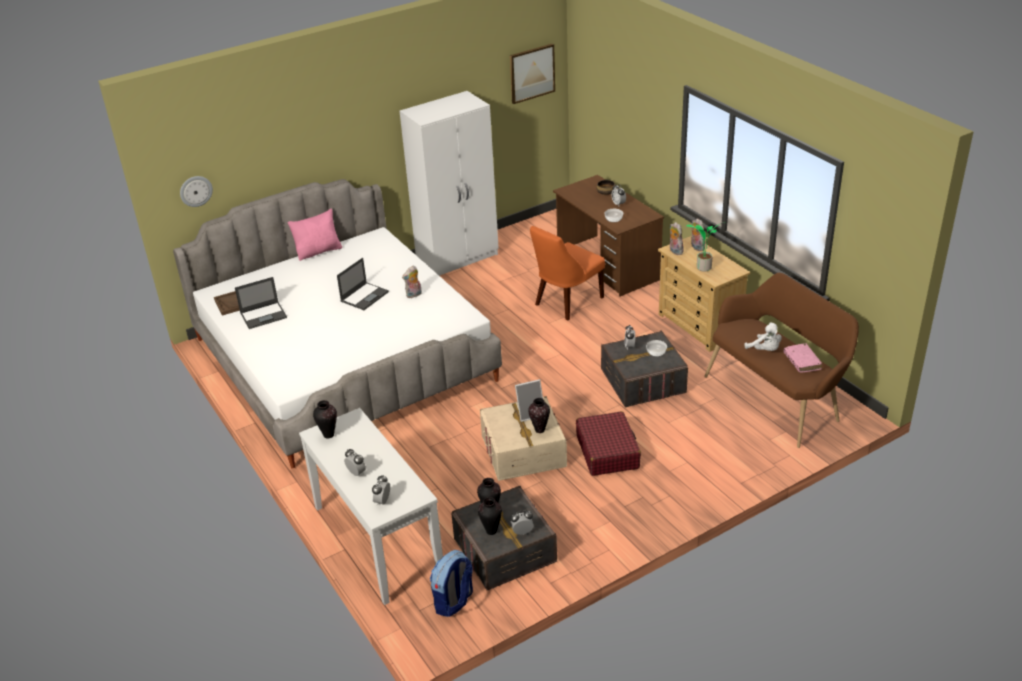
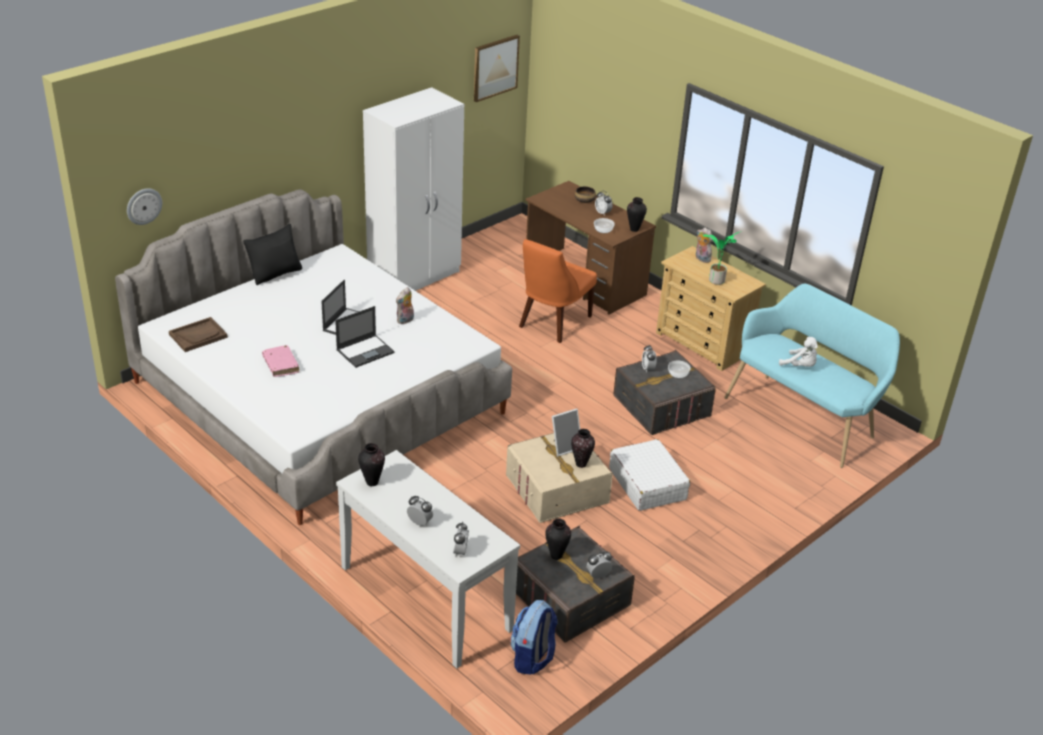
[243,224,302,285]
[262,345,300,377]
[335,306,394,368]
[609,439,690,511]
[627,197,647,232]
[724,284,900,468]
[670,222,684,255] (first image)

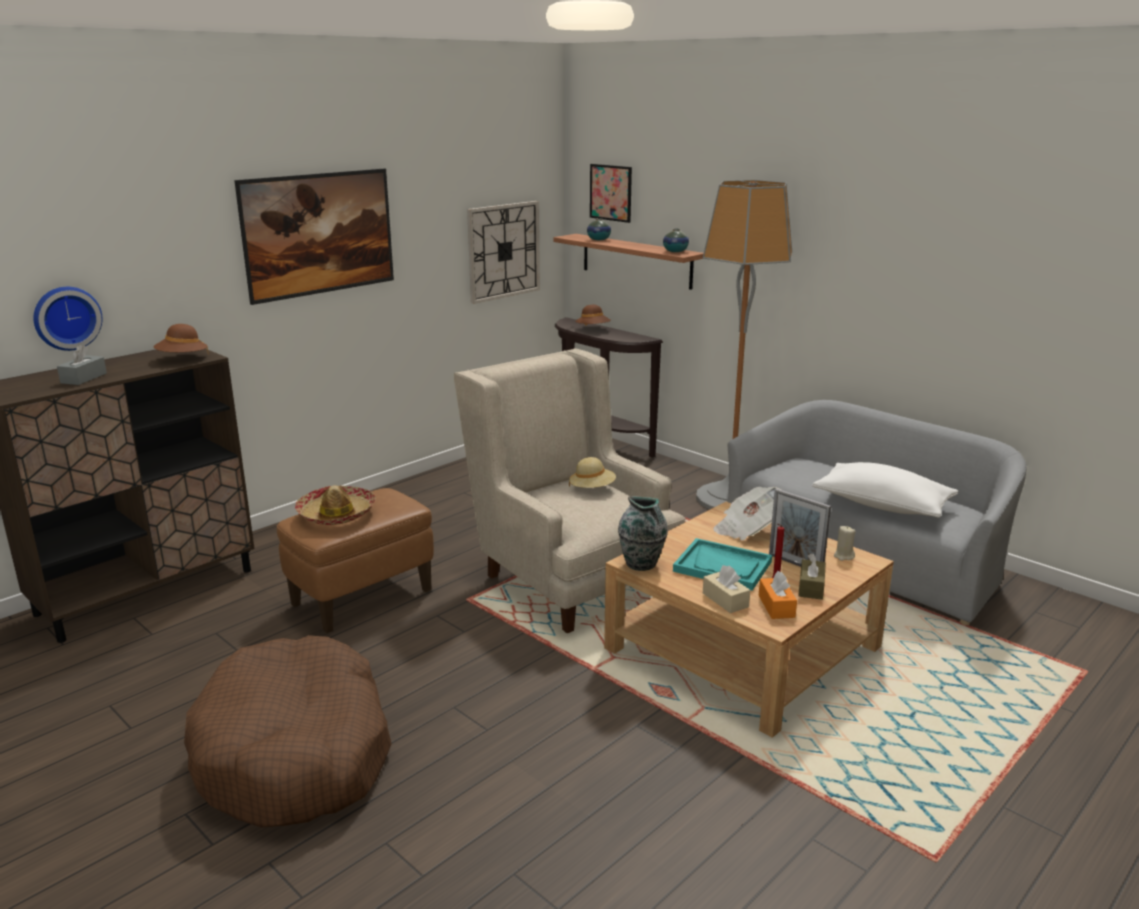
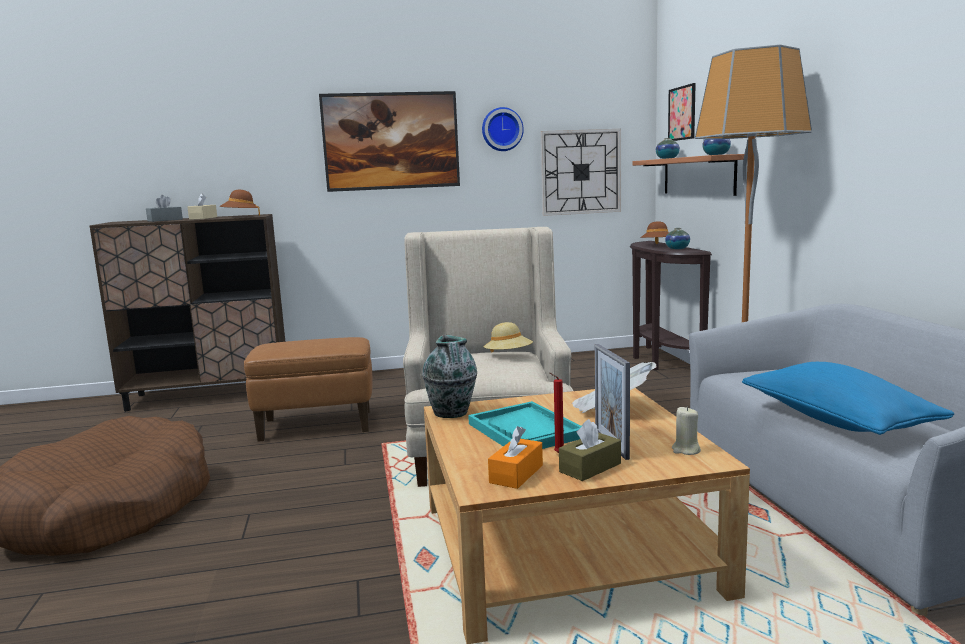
[188,193,217,220]
[482,107,524,151]
[665,228,690,249]
[742,362,955,435]
[295,485,376,525] (first image)

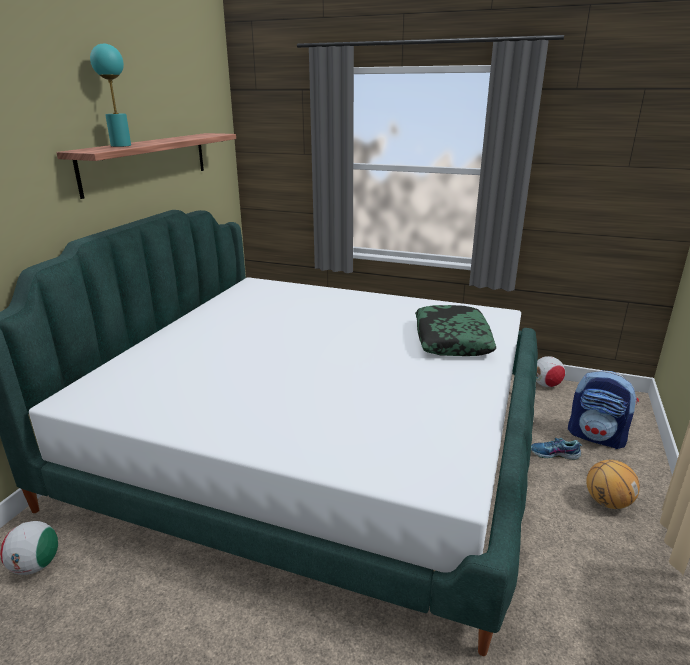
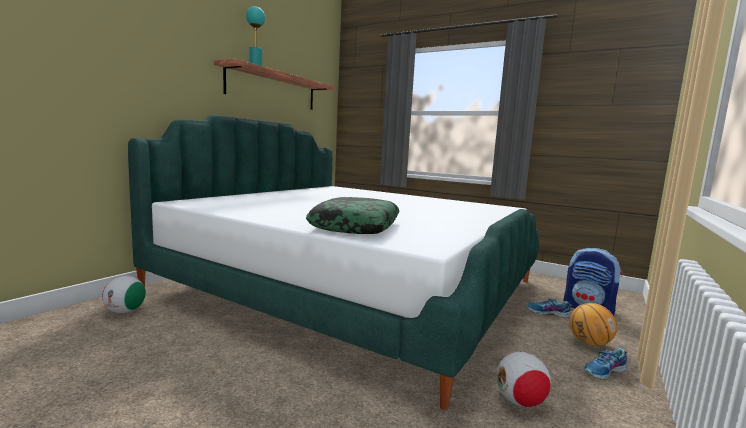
[306,197,399,234]
[496,352,551,407]
[584,348,627,380]

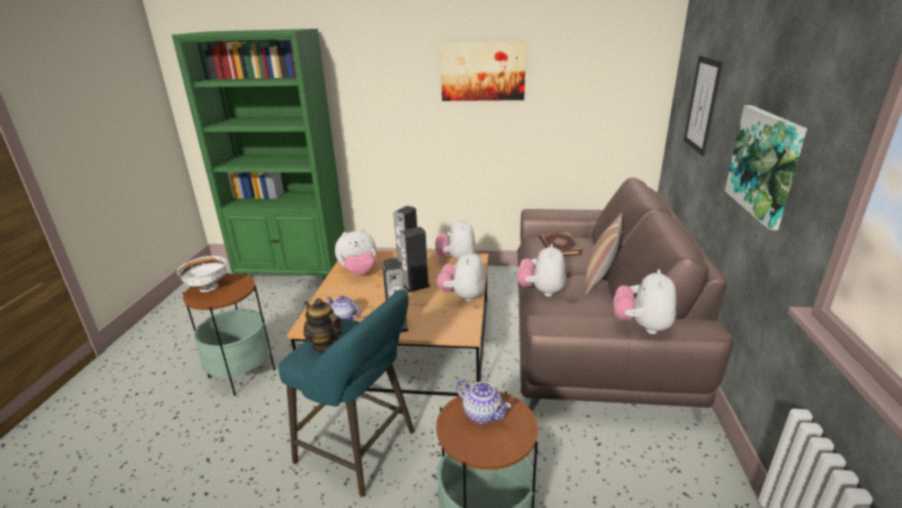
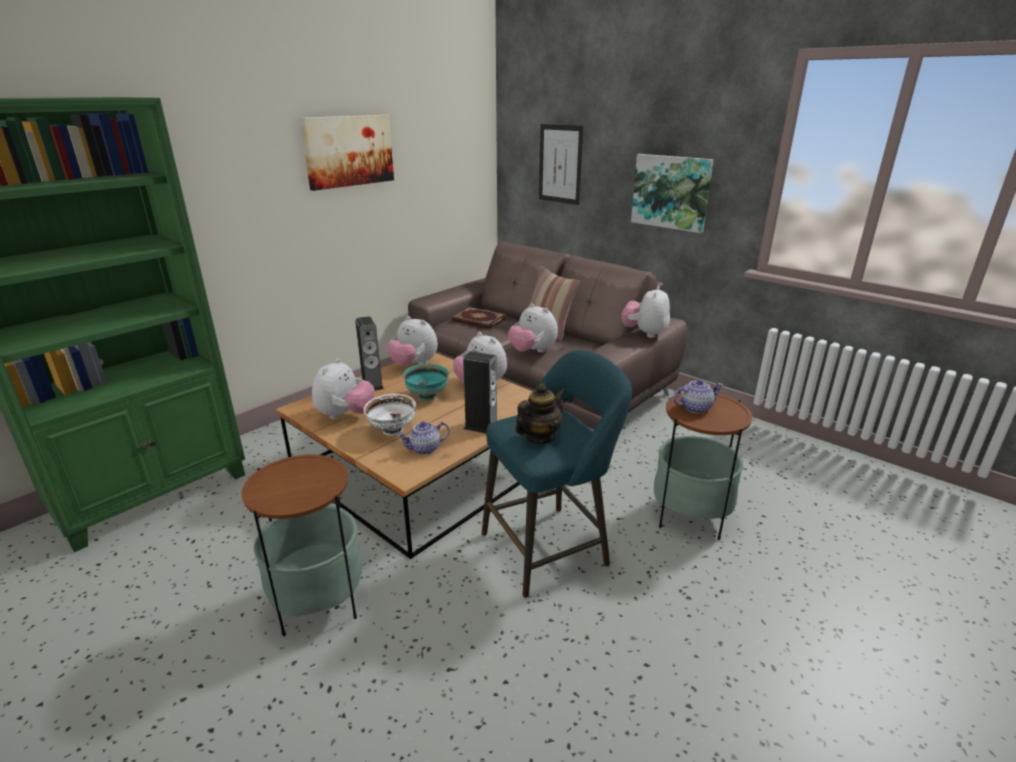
[364,394,416,436]
[403,364,449,401]
[515,384,566,444]
[621,286,670,338]

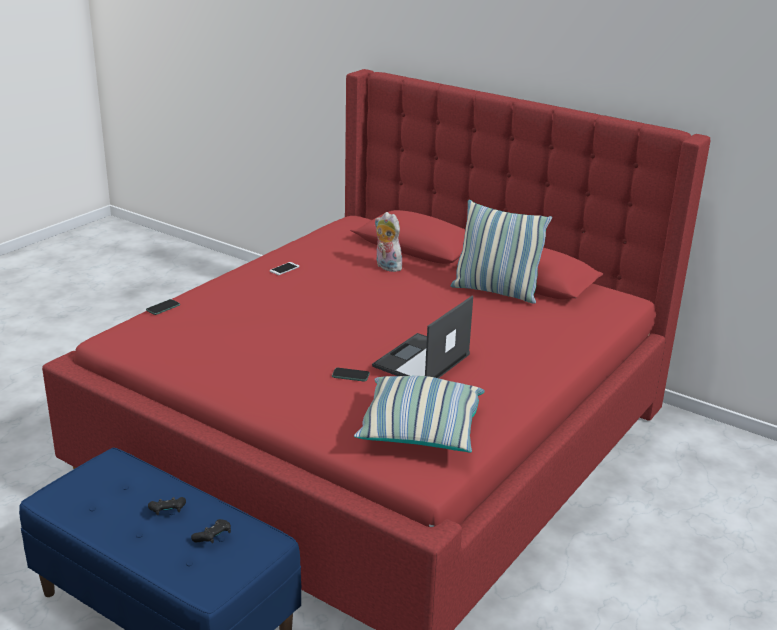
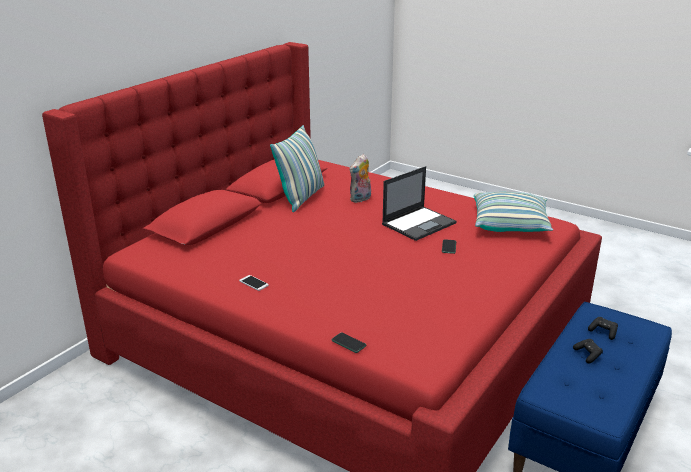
[350,154,371,203]
[382,166,456,241]

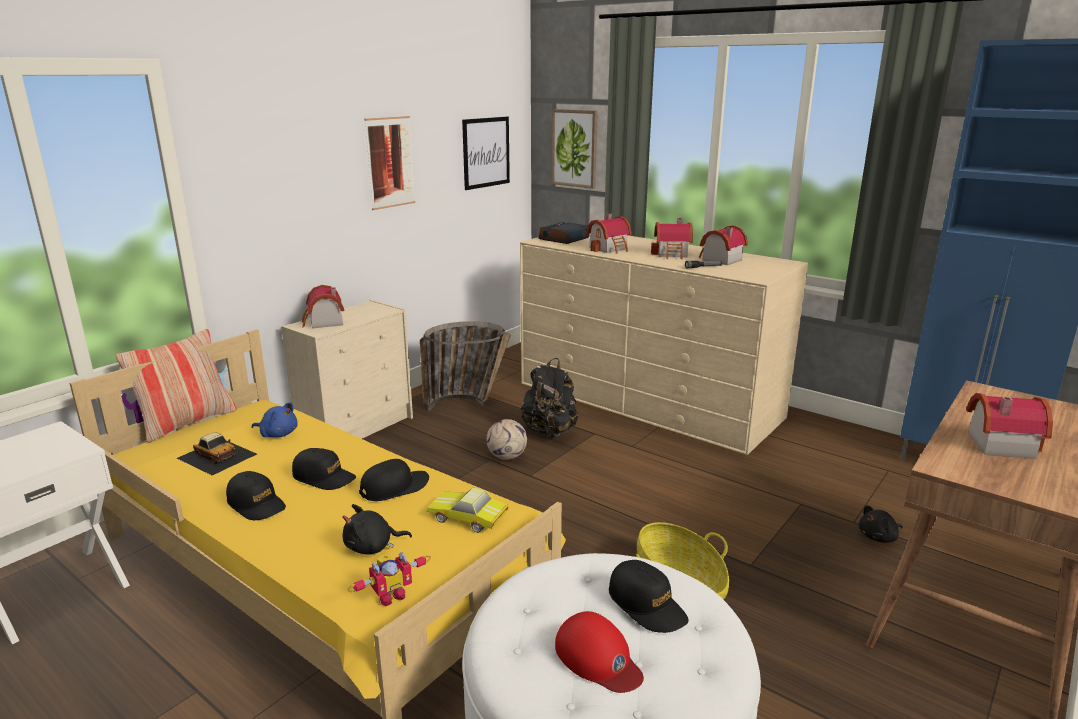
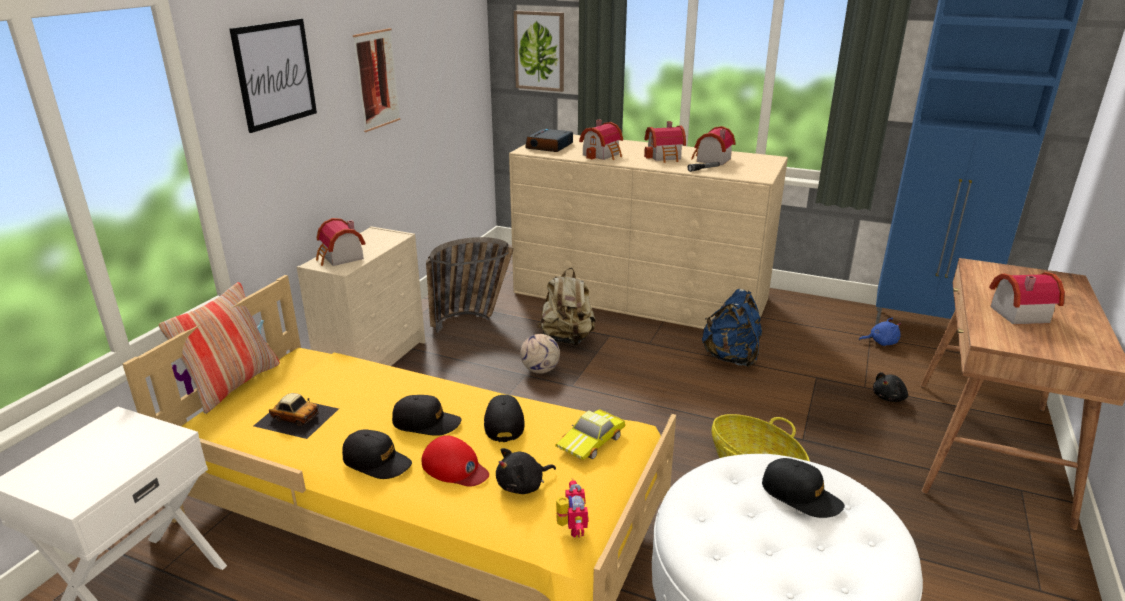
[229,18,317,133]
[422,435,489,487]
[484,395,525,442]
[537,268,596,346]
[555,409,625,460]
[556,478,589,538]
[702,289,762,368]
[859,317,901,346]

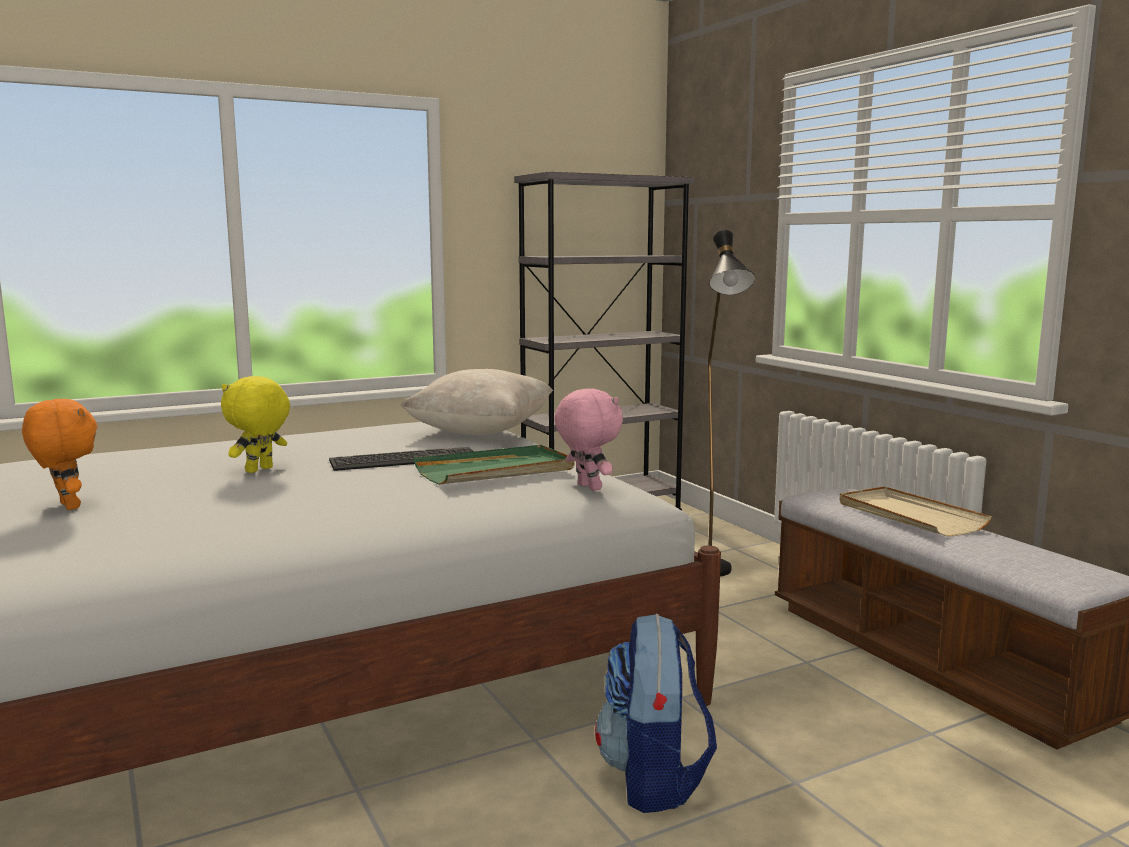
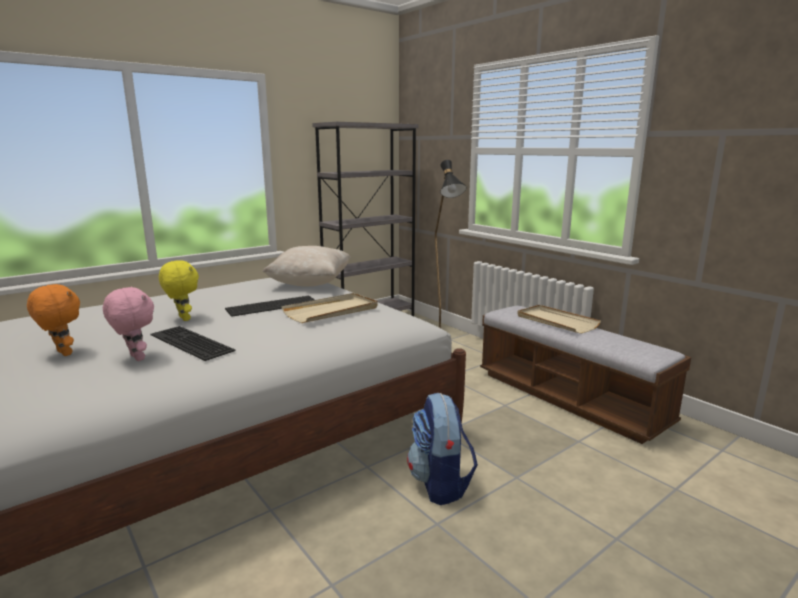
[103,287,154,361]
[150,326,235,361]
[159,260,199,321]
[281,293,378,323]

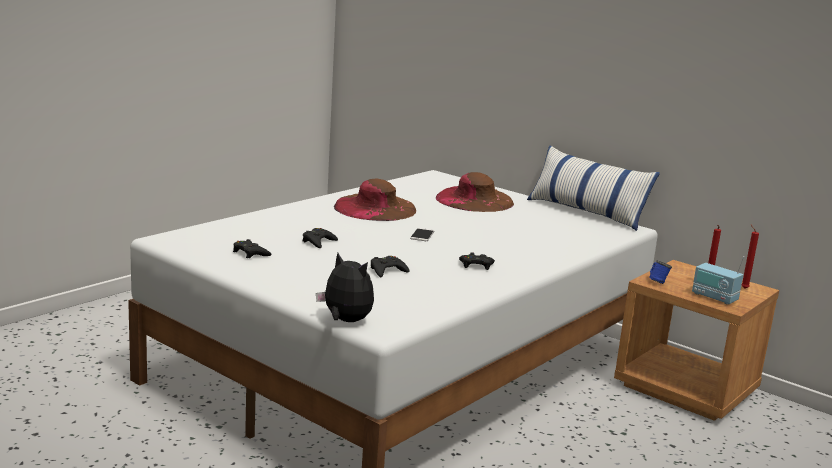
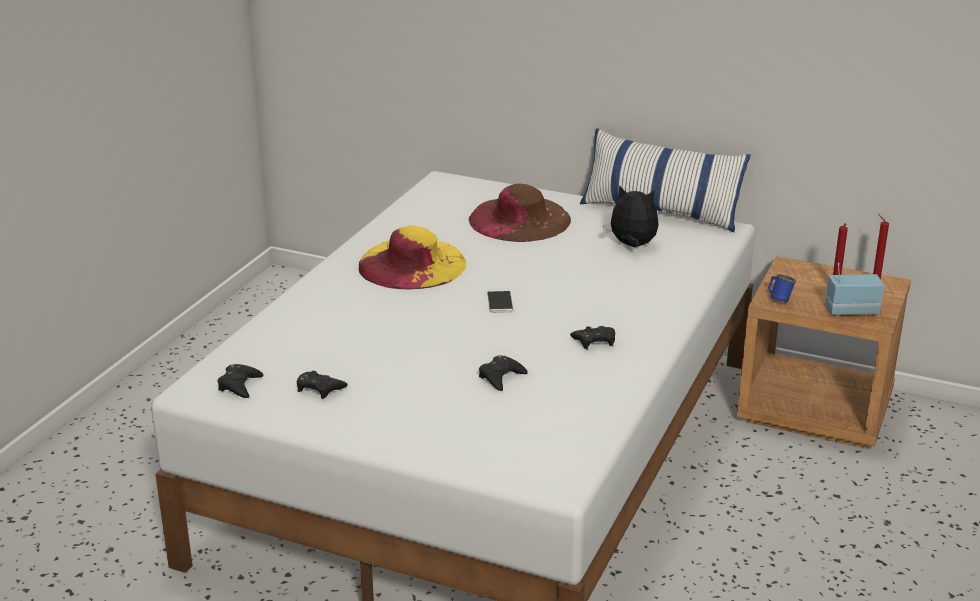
[217,364,264,398]
[359,226,466,290]
[603,185,658,247]
[825,263,884,316]

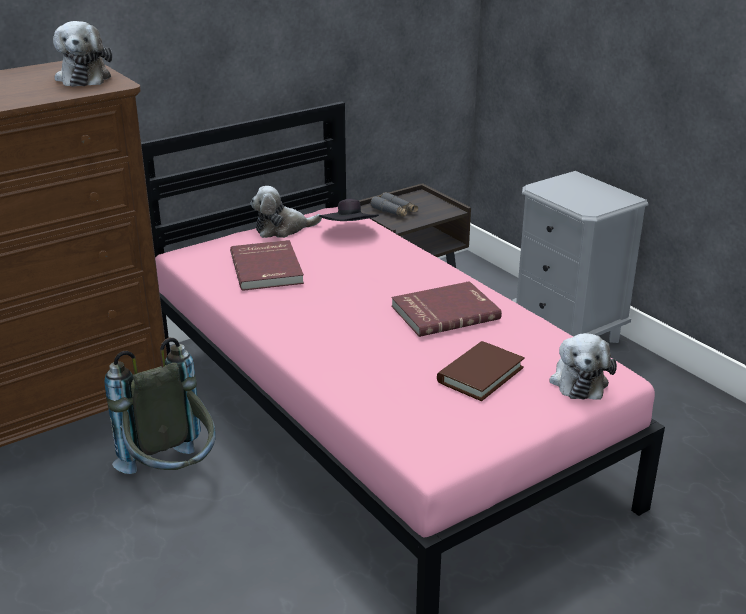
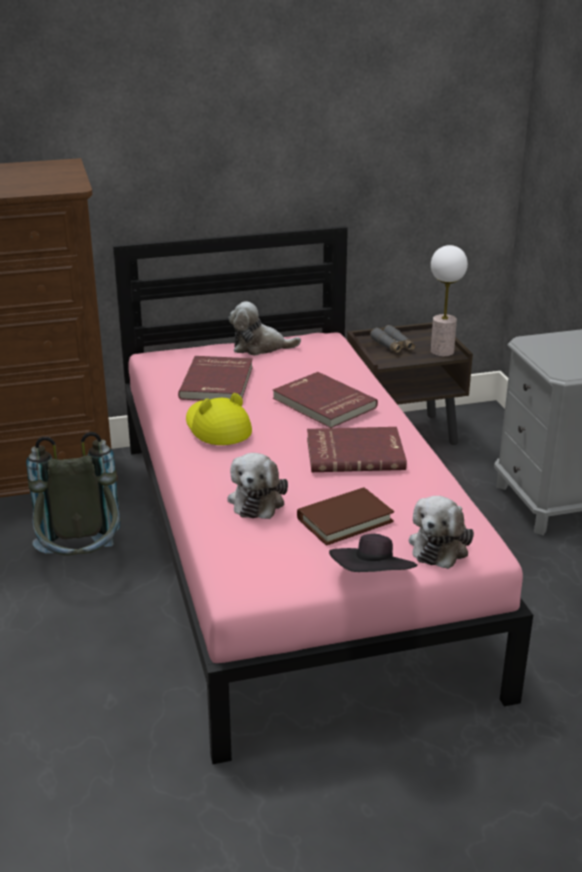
[186,393,252,445]
[228,453,288,519]
[273,372,378,428]
[329,534,418,572]
[431,245,468,357]

